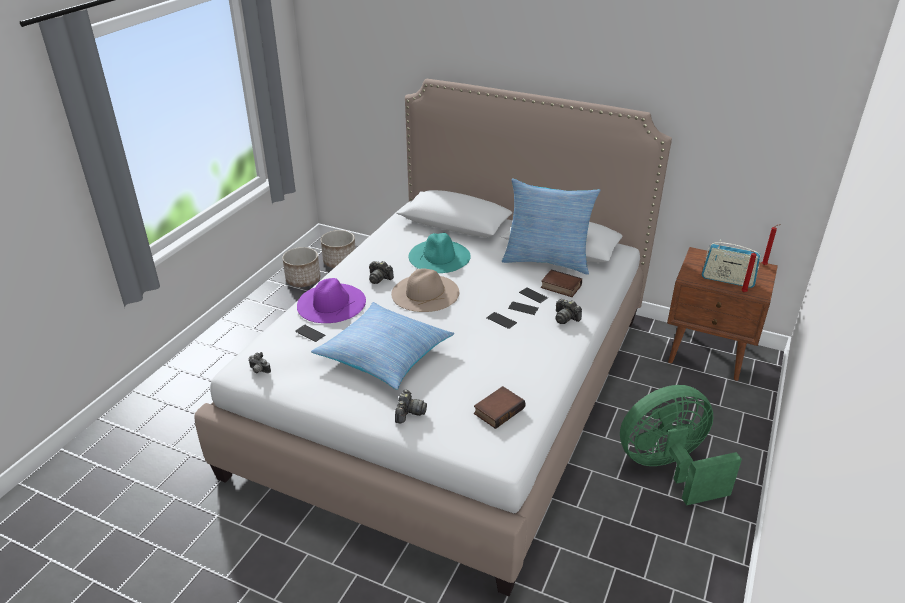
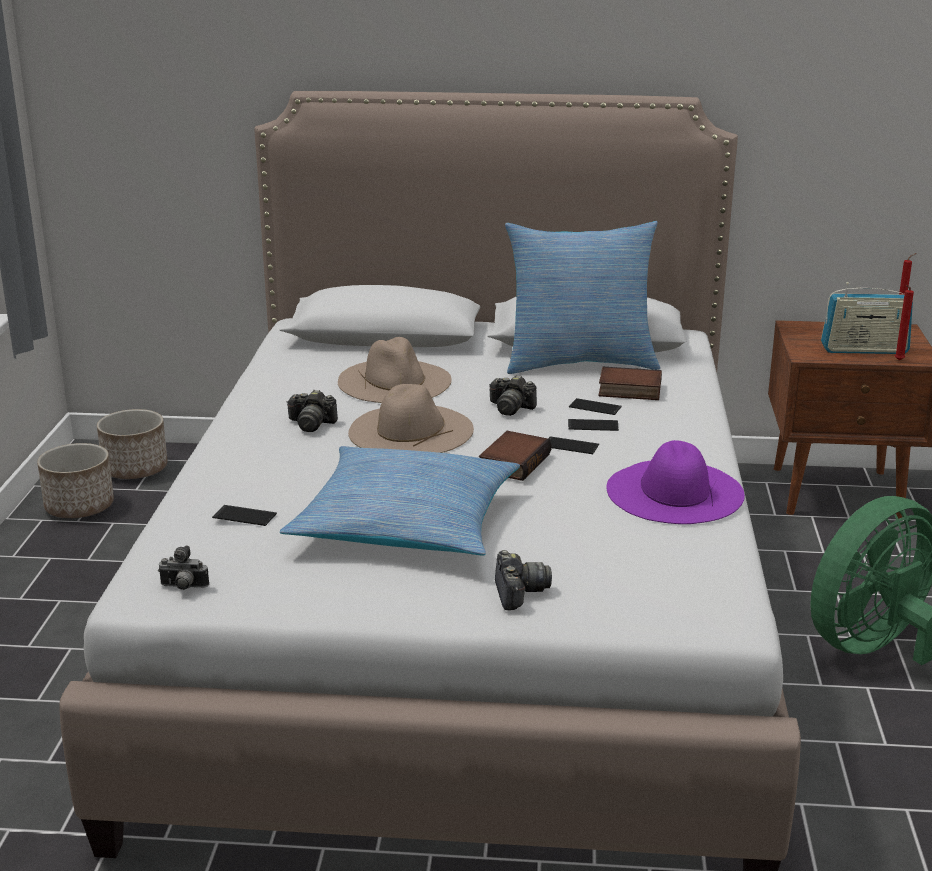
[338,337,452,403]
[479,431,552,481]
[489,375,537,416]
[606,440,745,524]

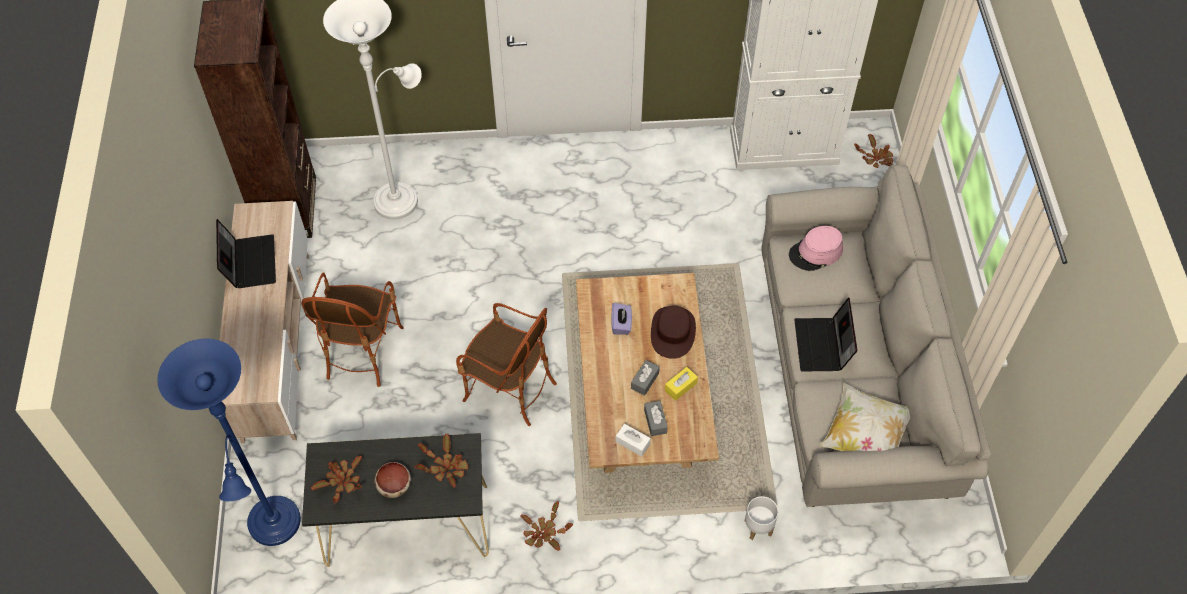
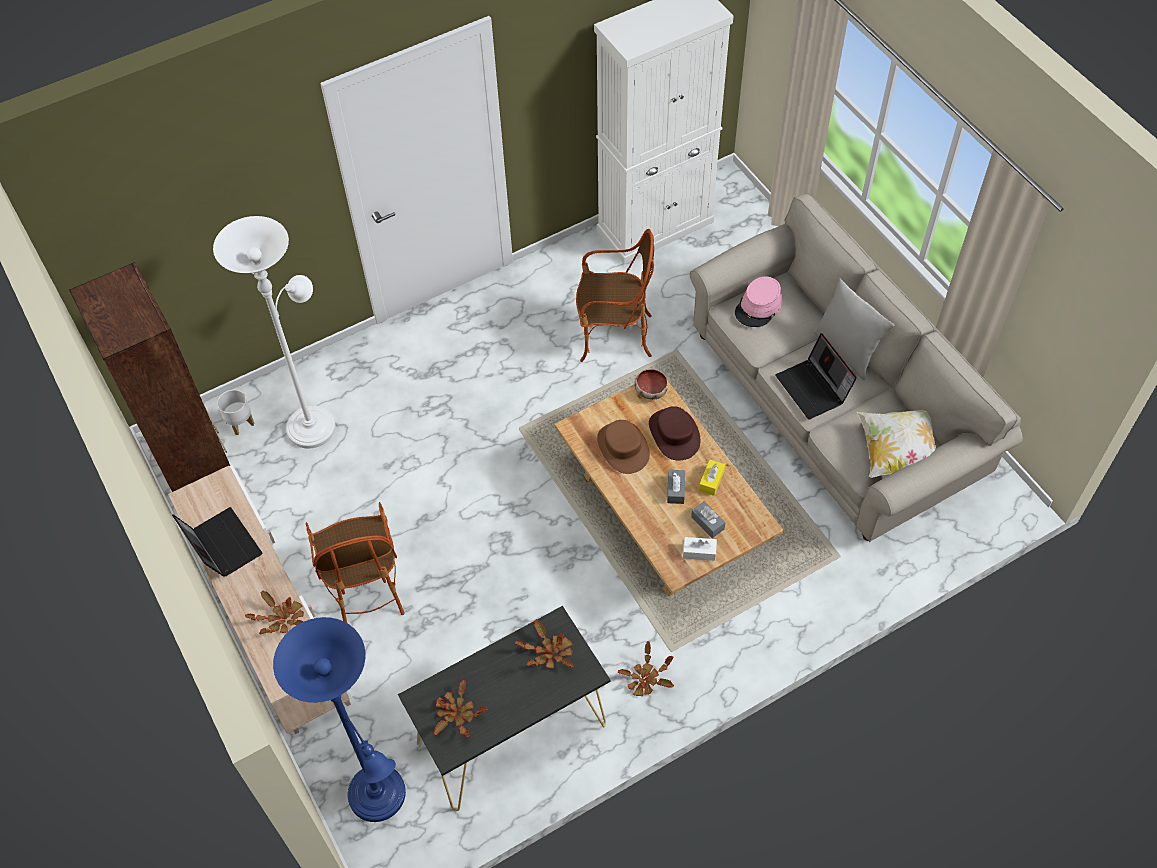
[217,390,254,435]
[245,590,304,634]
[576,229,654,362]
[597,420,650,474]
[635,369,668,400]
[814,277,894,380]

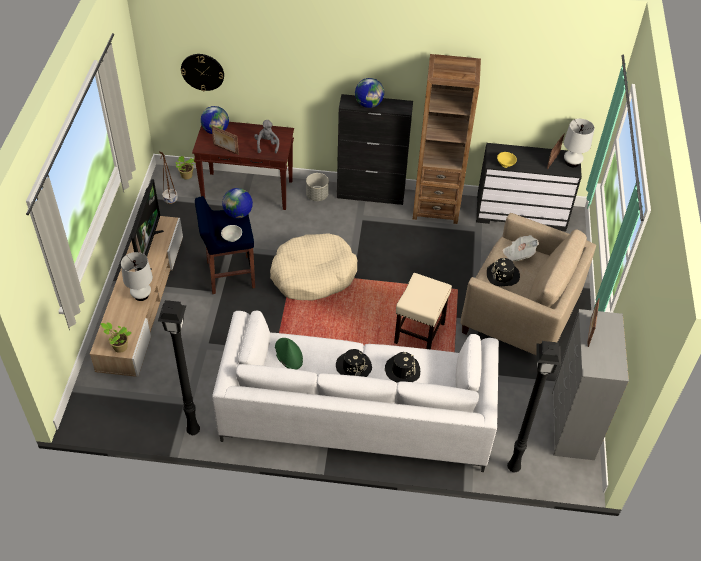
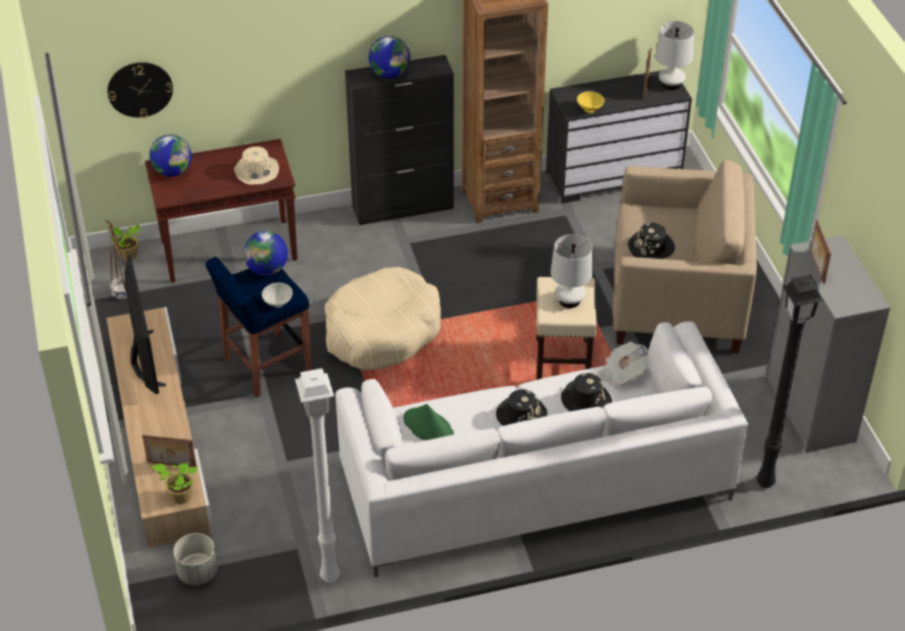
[142,435,196,467]
[173,533,217,585]
[234,146,279,185]
[295,368,340,583]
[551,234,593,308]
[597,342,648,389]

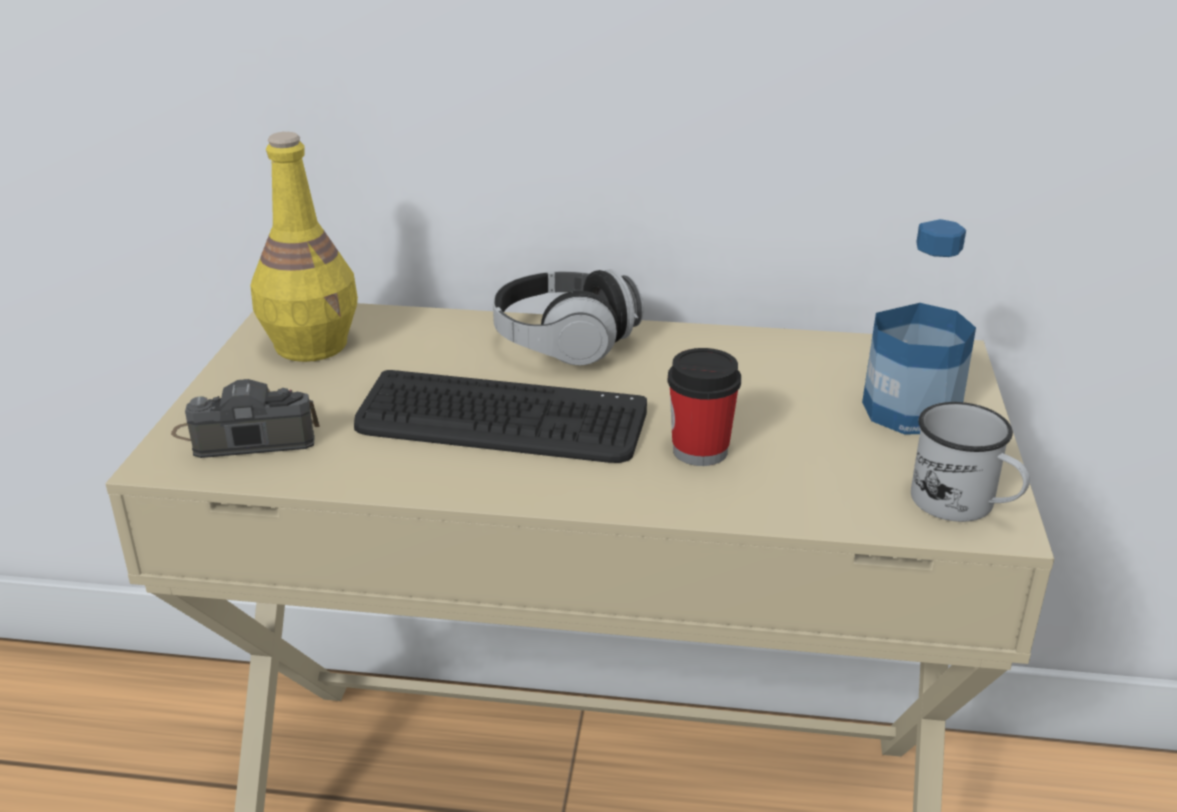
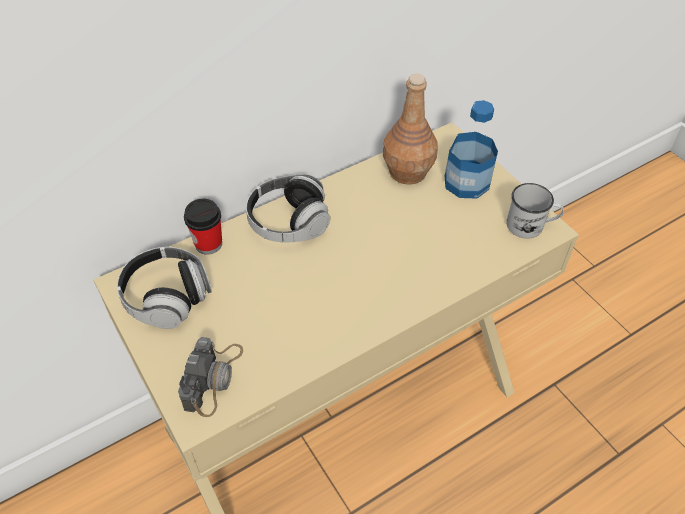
[117,247,212,329]
[178,337,243,417]
[184,198,222,255]
[383,74,438,185]
[354,370,647,463] (first image)

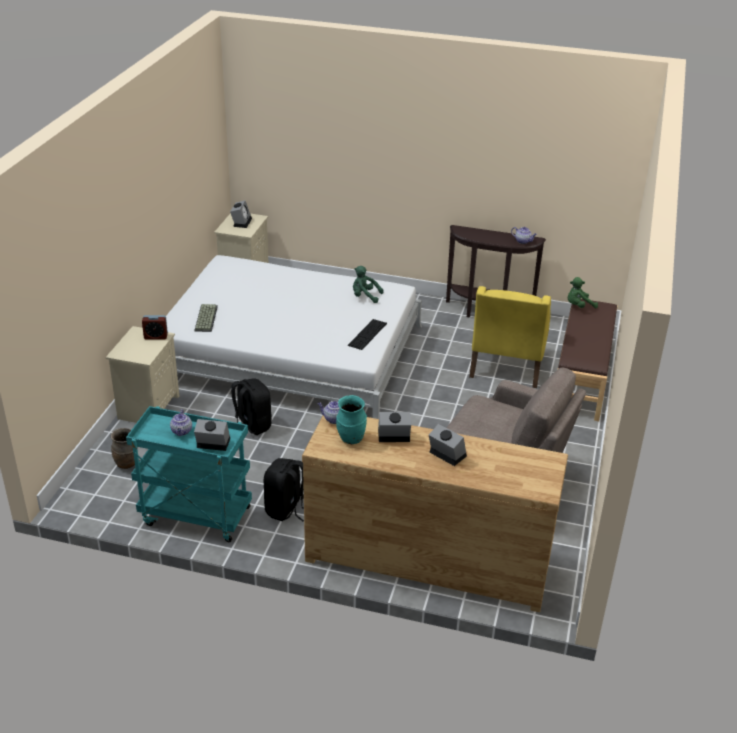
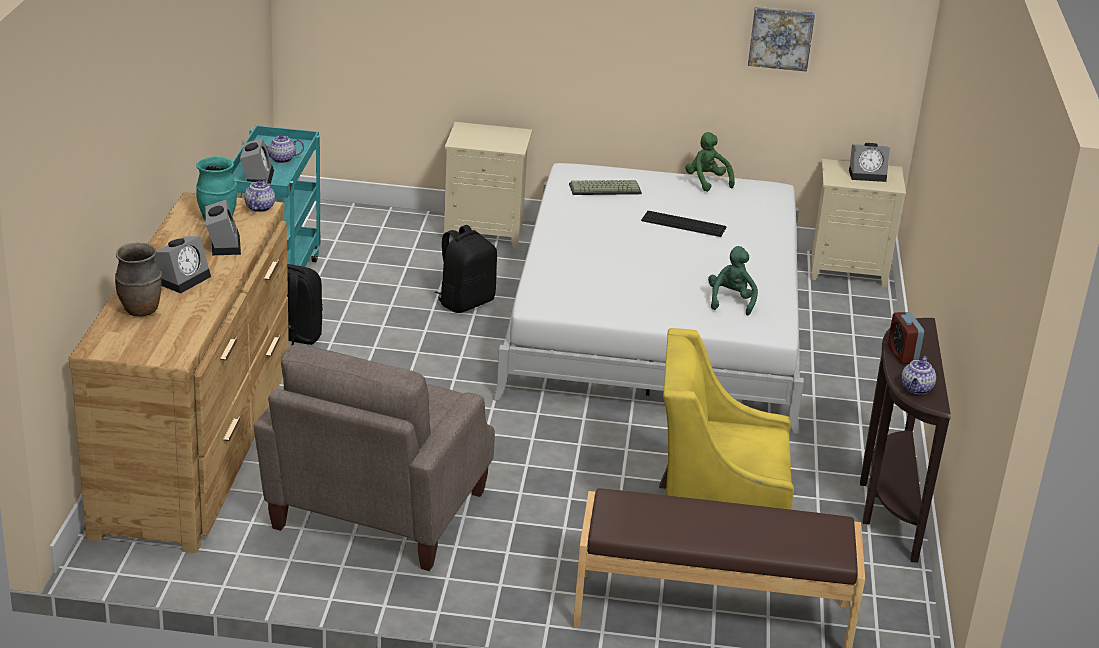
[115,242,162,317]
[641,211,727,237]
[685,132,735,192]
[748,7,815,72]
[888,312,924,364]

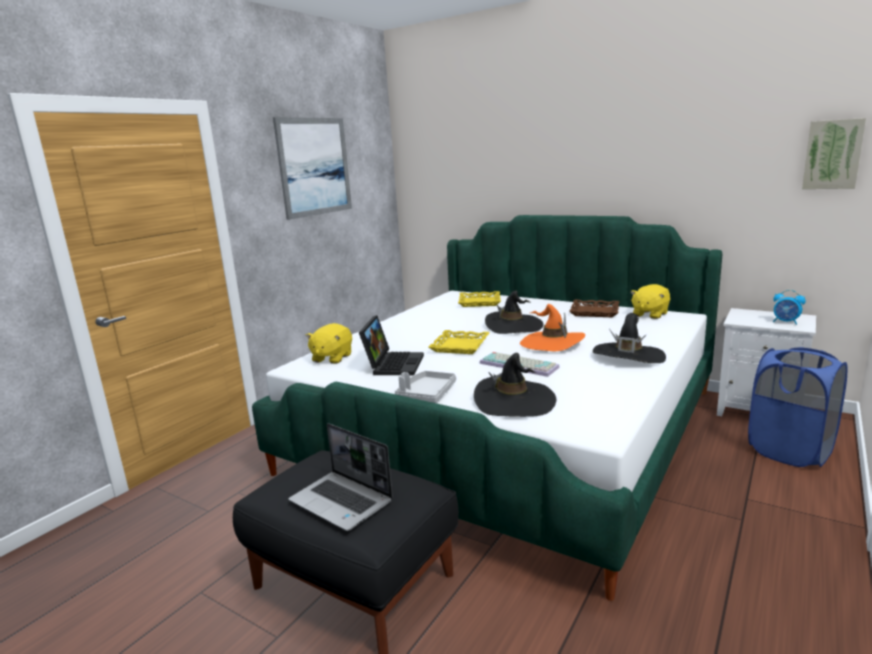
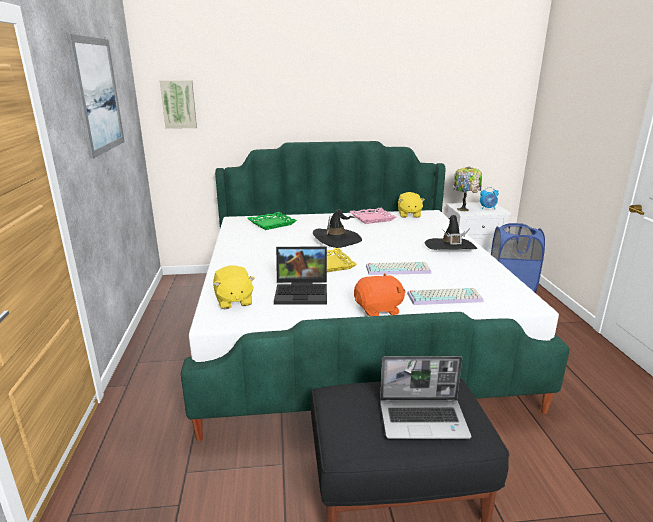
[160,80,197,129]
[247,212,297,230]
[274,247,327,305]
[349,208,396,224]
[354,273,406,316]
[407,288,484,305]
[453,167,482,211]
[520,304,585,351] (first image)

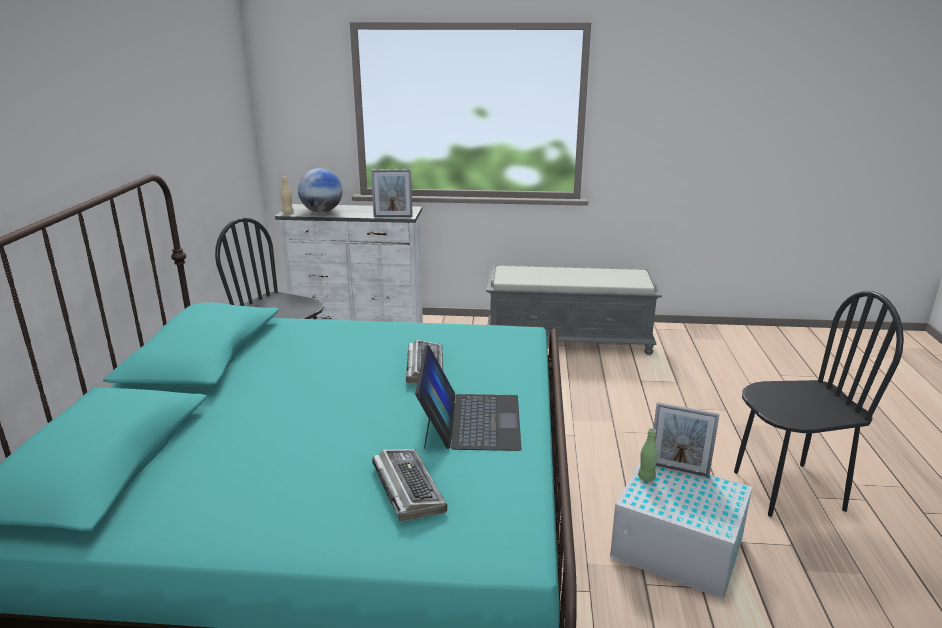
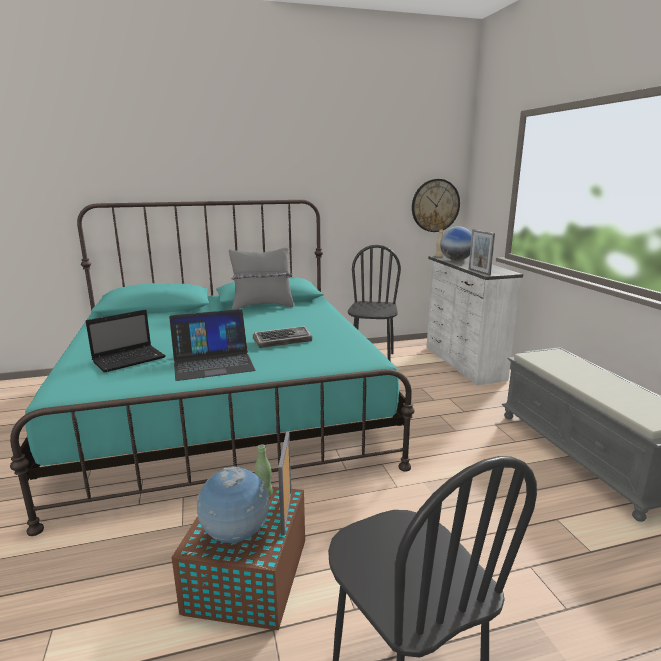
[86,310,166,373]
[172,487,305,630]
[197,466,269,543]
[229,247,294,310]
[412,179,460,232]

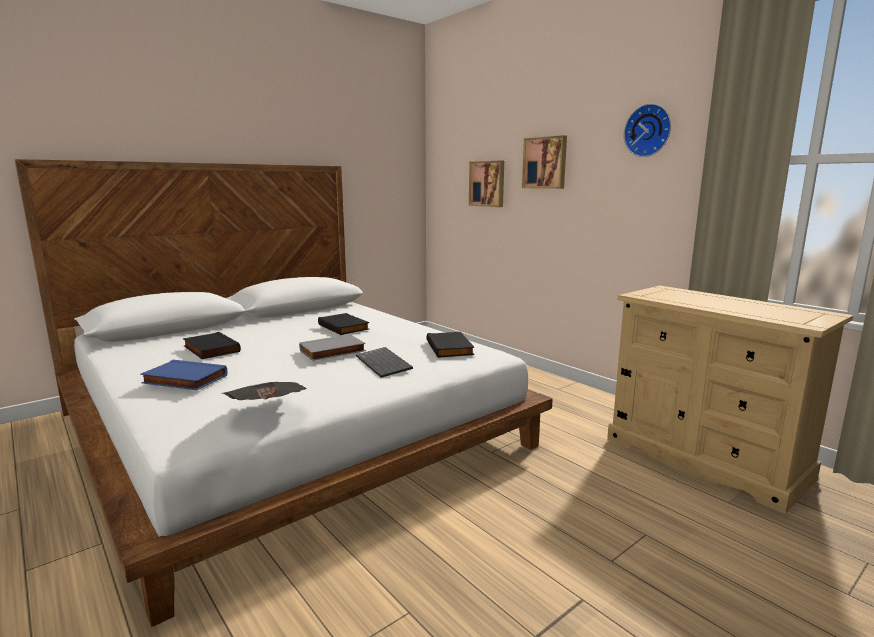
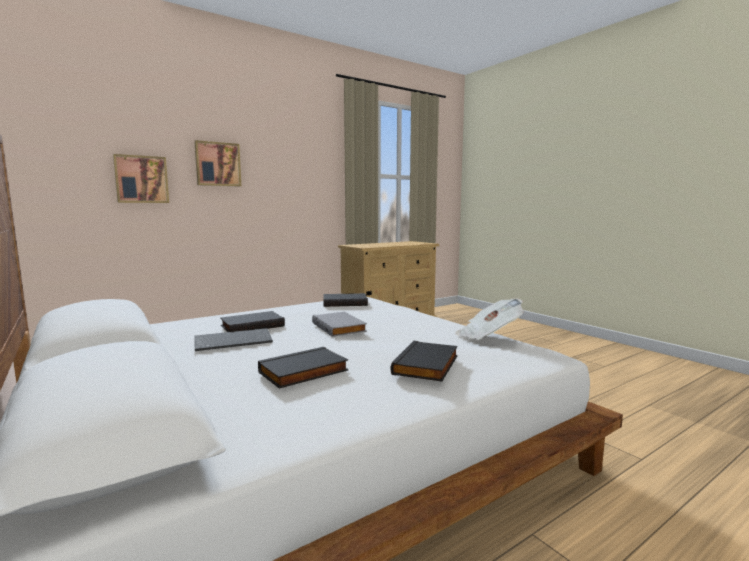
[194,328,273,351]
[391,341,458,381]
[624,104,671,157] (first image)

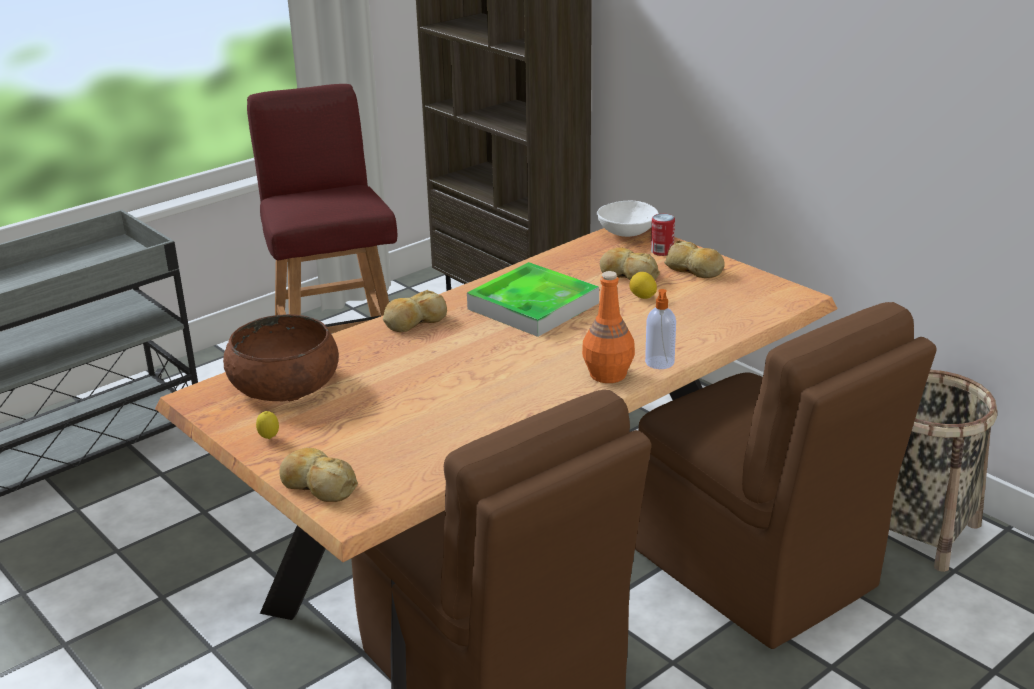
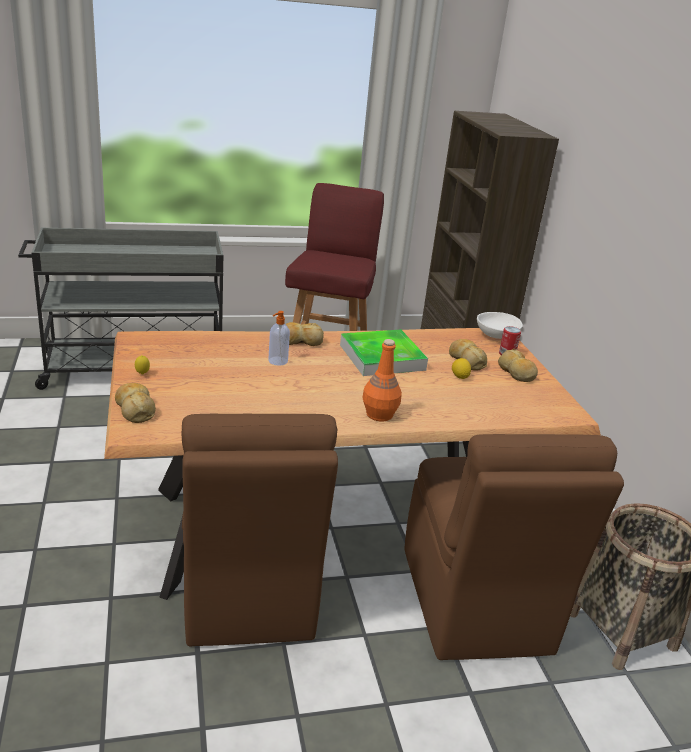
[268,311,290,366]
[223,314,339,402] (first image)

